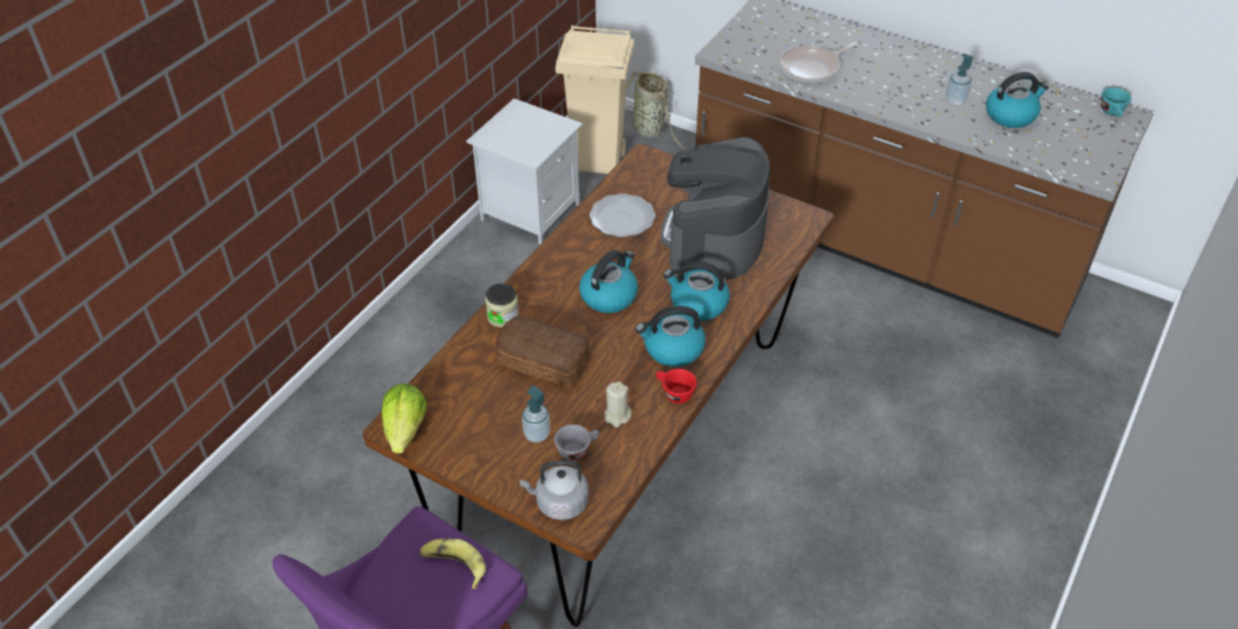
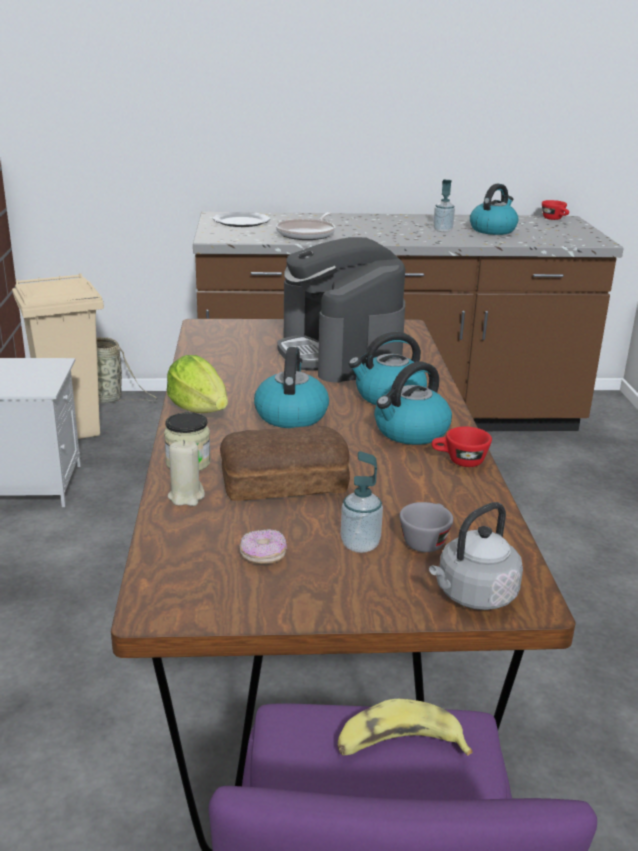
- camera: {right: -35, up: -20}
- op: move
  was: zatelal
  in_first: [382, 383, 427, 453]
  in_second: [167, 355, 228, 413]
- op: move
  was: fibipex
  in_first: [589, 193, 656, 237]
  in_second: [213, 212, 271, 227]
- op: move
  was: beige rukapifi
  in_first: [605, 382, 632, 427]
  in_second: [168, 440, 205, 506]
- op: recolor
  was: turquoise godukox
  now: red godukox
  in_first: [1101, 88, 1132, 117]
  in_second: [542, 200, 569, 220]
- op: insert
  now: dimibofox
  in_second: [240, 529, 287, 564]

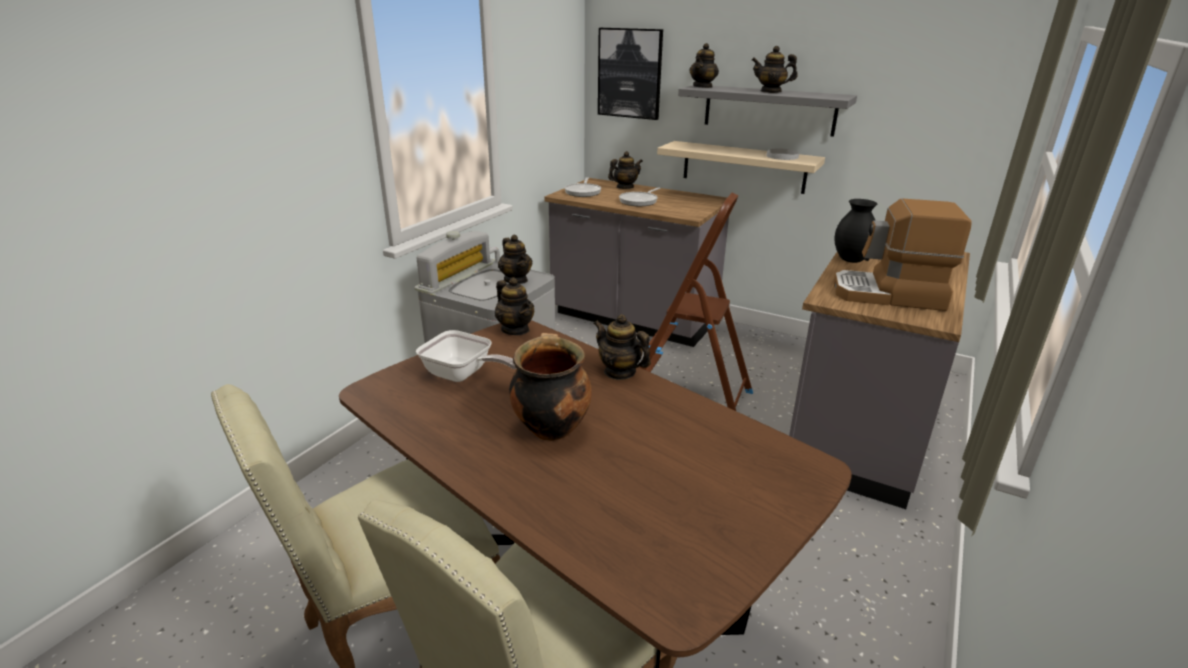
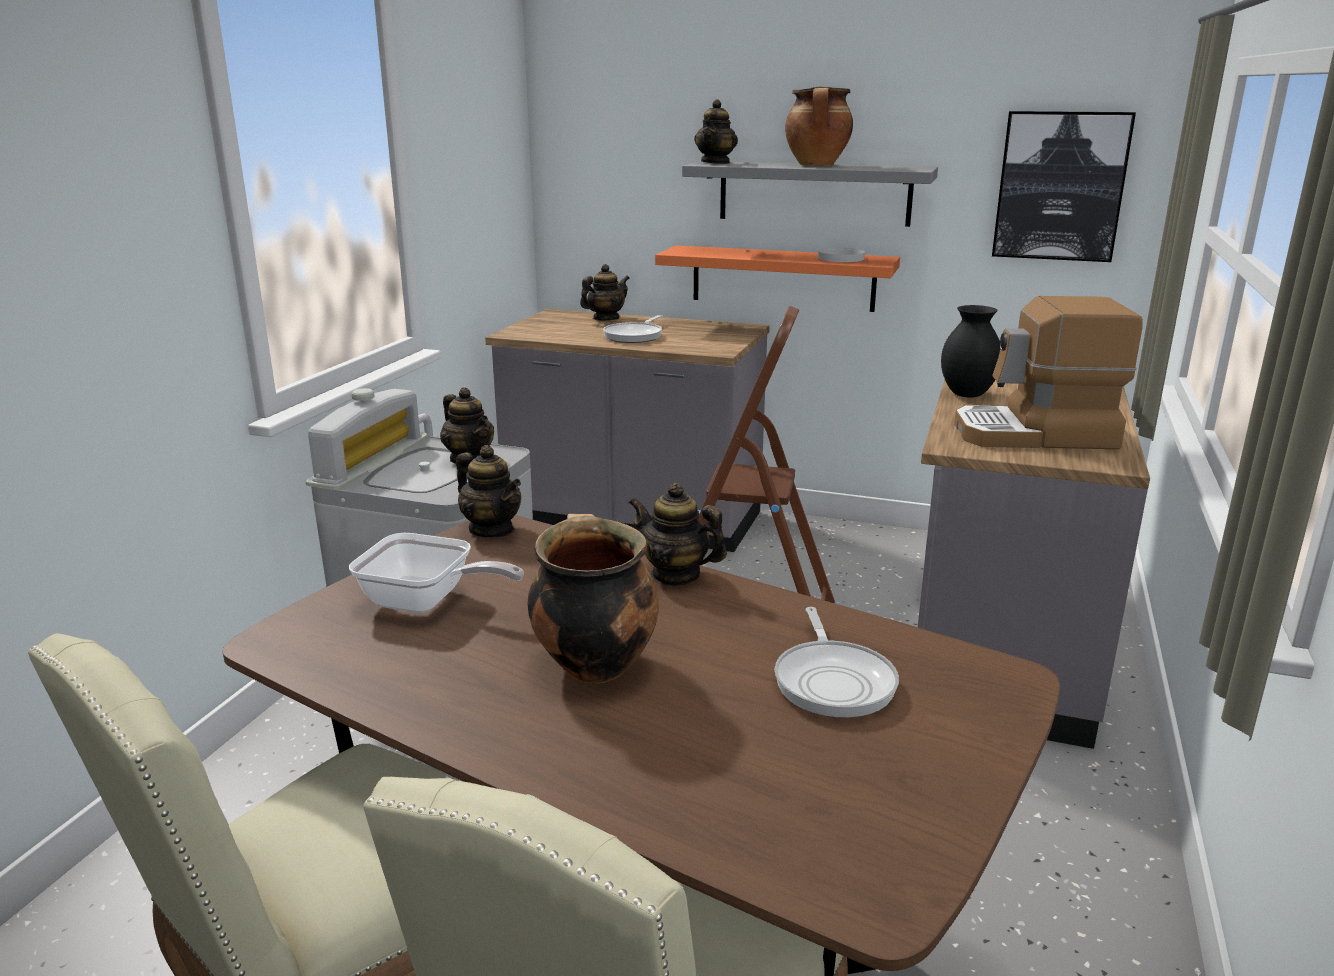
- camera: {right: -10, up: -5}
- op: move
  was: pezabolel
  in_first: [565, 178, 601, 197]
  in_second: [775, 607, 899, 718]
- op: move
  was: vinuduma
  in_first: [598, 28, 663, 120]
  in_second: [992, 111, 1136, 262]
- op: recolor
  was: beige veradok
  now: orange veradok
  in_first: [657, 141, 825, 194]
  in_second: [655, 245, 900, 312]
- op: replace
  was: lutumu
  now: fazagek
  in_first: [752, 46, 798, 93]
  in_second: [785, 86, 853, 166]

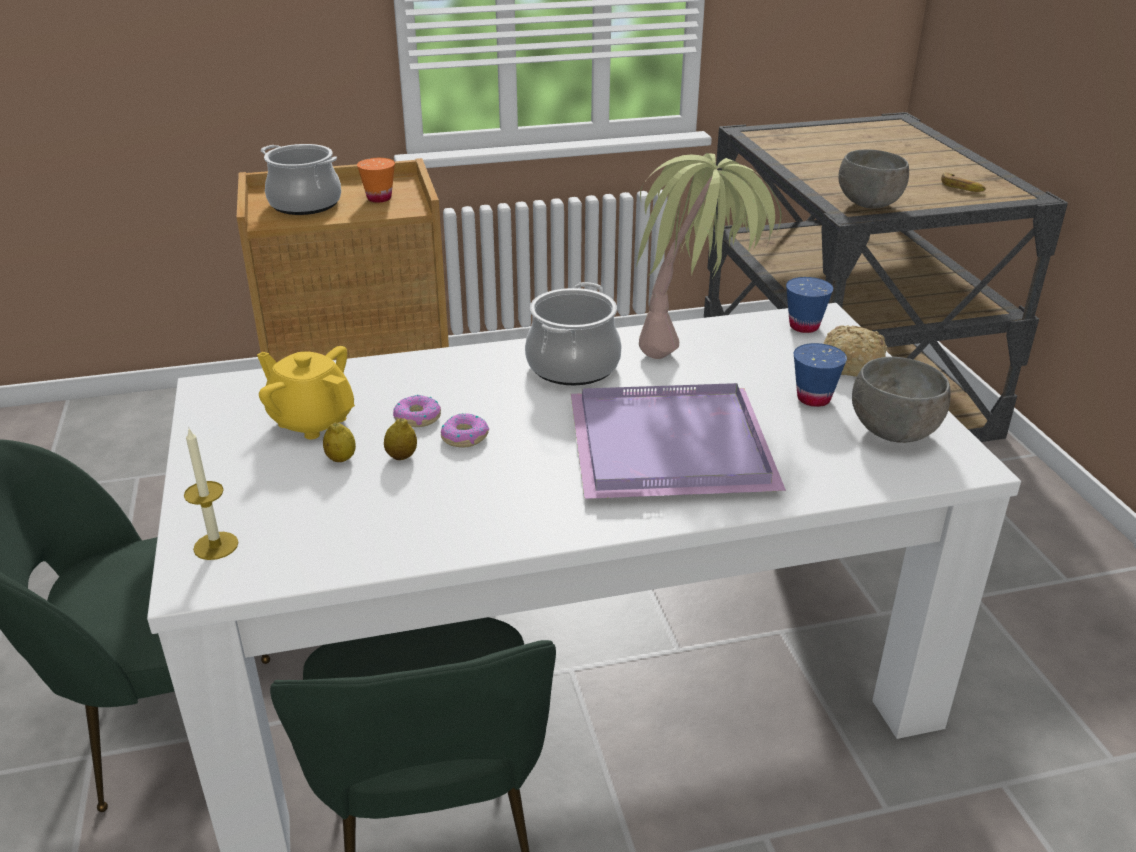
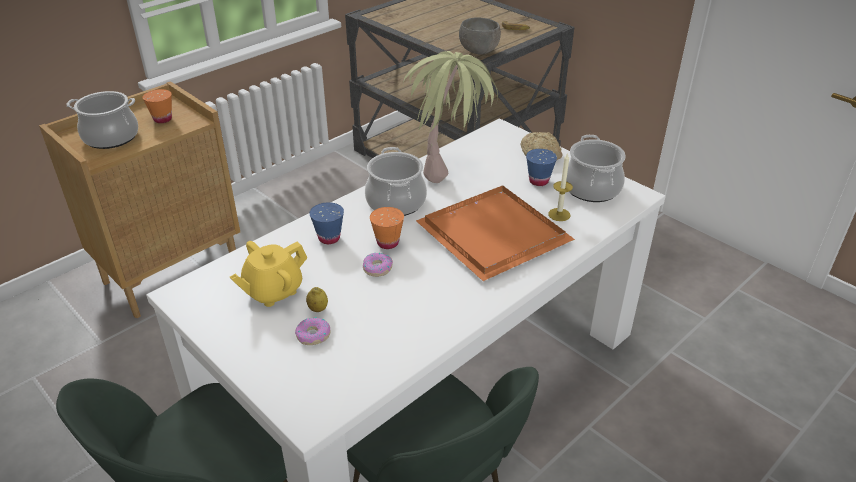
- camera: {right: -30, up: 5}
- op: move
  was: rukapifi
  in_first: [184, 427, 238, 560]
  in_second: [548, 153, 573, 221]
- op: rotate
  was: yellow lutumu
  in_first: [257, 346, 355, 439]
  in_second: [230, 241, 307, 307]
  clockwise: -45
- op: delete
  was: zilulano
  in_first: [384, 418, 417, 460]
- op: move
  was: dimibofox
  in_first: [393, 395, 441, 427]
  in_second: [295, 317, 331, 345]
- op: recolor
  was: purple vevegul
  now: orange vevegul
  in_first: [571, 383, 786, 499]
  in_second: [416, 185, 575, 281]
- op: move
  was: blue godukox
  in_first: [786, 277, 833, 333]
  in_second: [310, 202, 344, 244]
- op: replace
  was: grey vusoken
  now: fazagek
  in_first: [852, 357, 951, 443]
  in_second: [566, 135, 625, 202]
- op: insert
  now: orange godukox
  in_second: [370, 207, 404, 249]

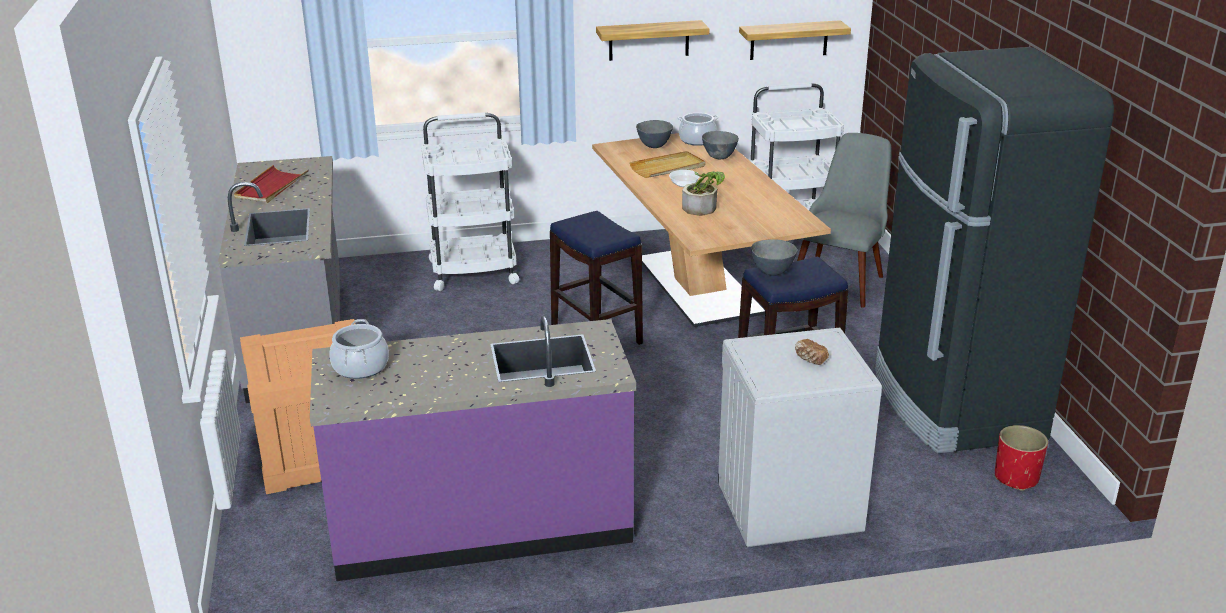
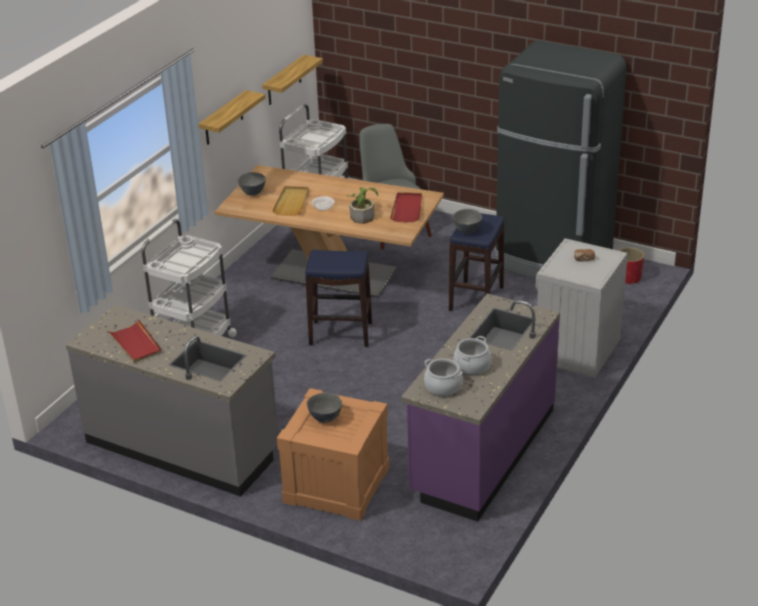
- camera: {right: -50, up: 5}
- op: move
  was: fazagek
  in_first: [677, 113, 719, 146]
  in_second: [453, 336, 491, 375]
- op: move
  was: grey vusoken
  in_first: [702, 131, 739, 159]
  in_second: [307, 393, 342, 423]
- op: insert
  now: red vevegul
  in_second: [390, 192, 422, 222]

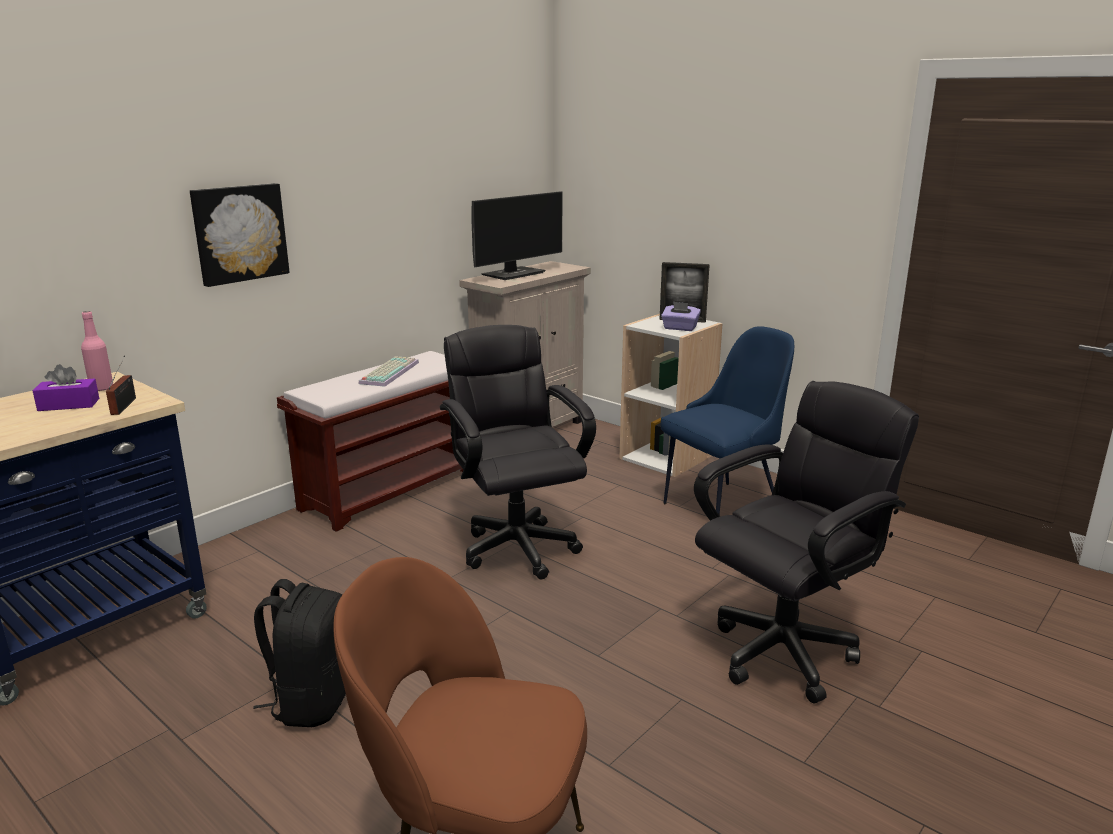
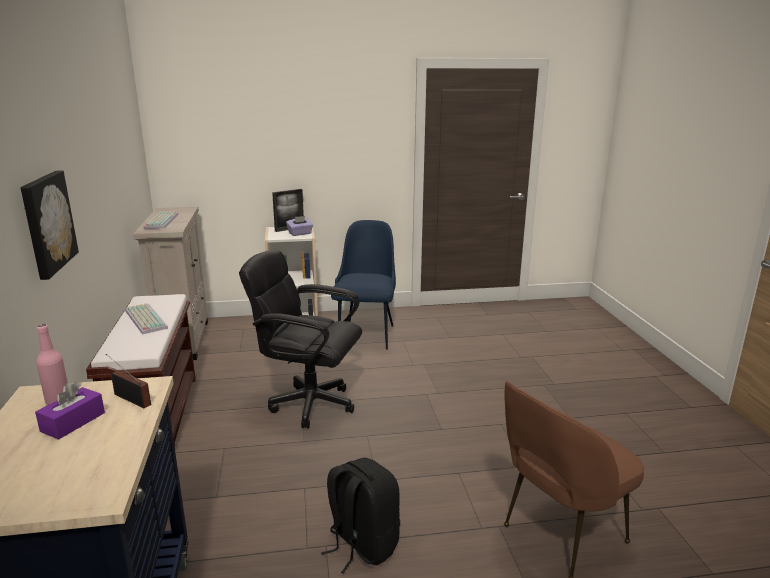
- camera: {right: -50, up: 0}
- op: replace
  was: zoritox
  now: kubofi
  in_first: [471, 191, 562, 280]
  in_second: [144, 211, 179, 229]
- op: delete
  was: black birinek
  in_first: [694, 381, 919, 704]

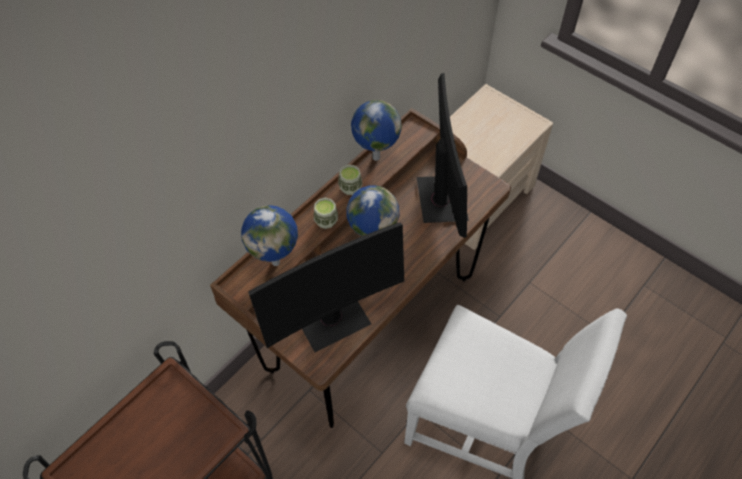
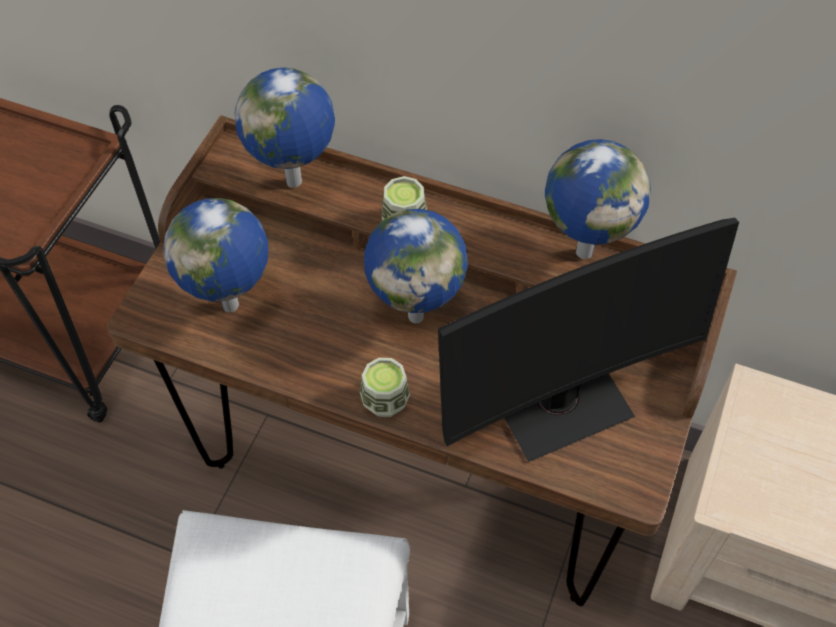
- camera: {right: 70, up: 0}
- op: replace
  was: zoritox
  now: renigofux
  in_first: [249, 223, 404, 352]
  in_second: [163, 198, 268, 312]
- op: move
  was: godukox
  in_first: [338, 165, 363, 195]
  in_second: [360, 358, 410, 417]

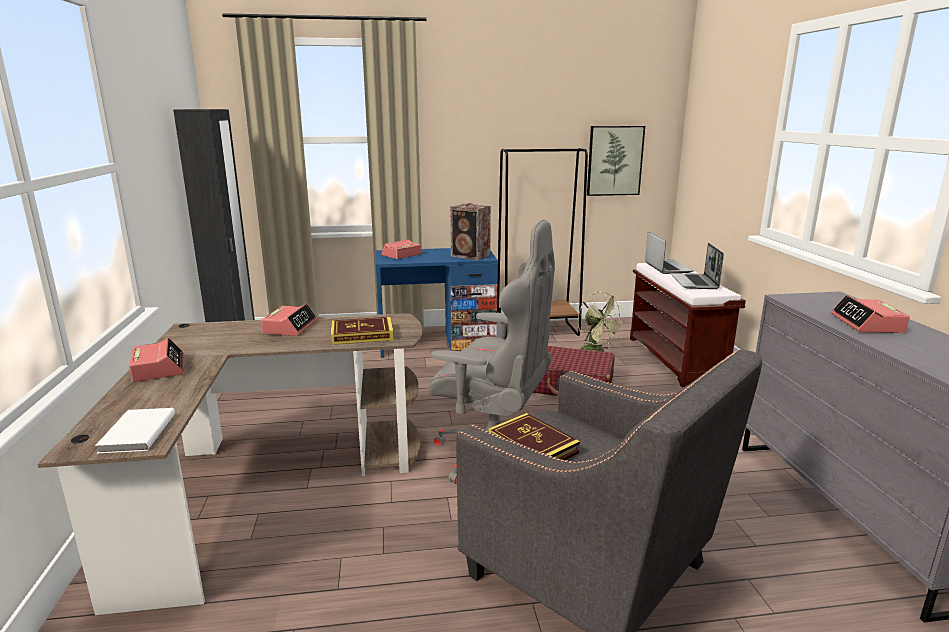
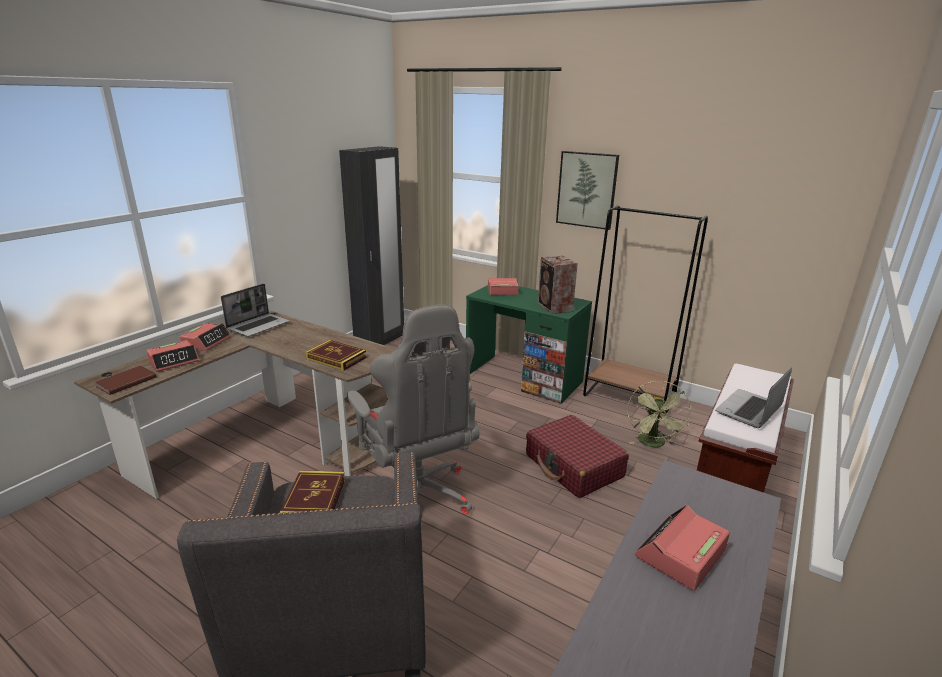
- camera: {right: 40, up: 5}
- op: recolor
  was: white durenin
  now: brown durenin
  in_first: [95, 408, 175, 453]
  in_second: [95, 366, 157, 395]
- op: move
  was: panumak
  in_first: [261, 304, 317, 336]
  in_second: [146, 340, 199, 372]
- op: recolor
  was: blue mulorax
  now: green mulorax
  in_first: [376, 248, 498, 358]
  in_second: [466, 285, 592, 404]
- op: move
  was: vinuduma
  in_first: [587, 126, 645, 196]
  in_second: [556, 151, 619, 230]
- op: move
  was: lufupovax
  in_first: [645, 232, 694, 274]
  in_second: [221, 284, 290, 337]

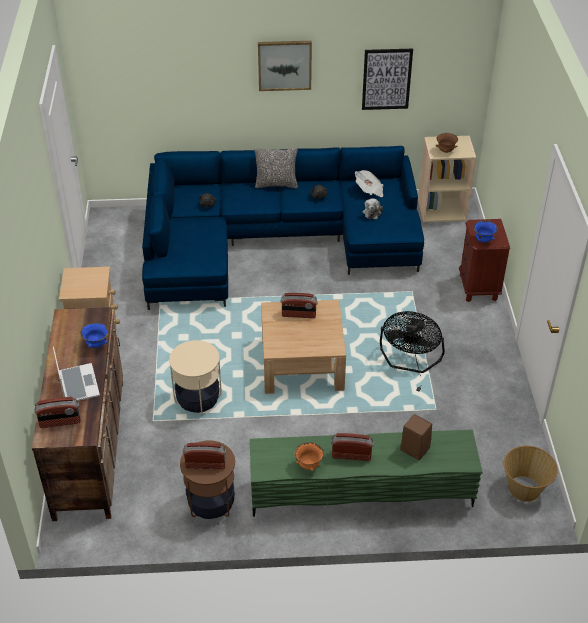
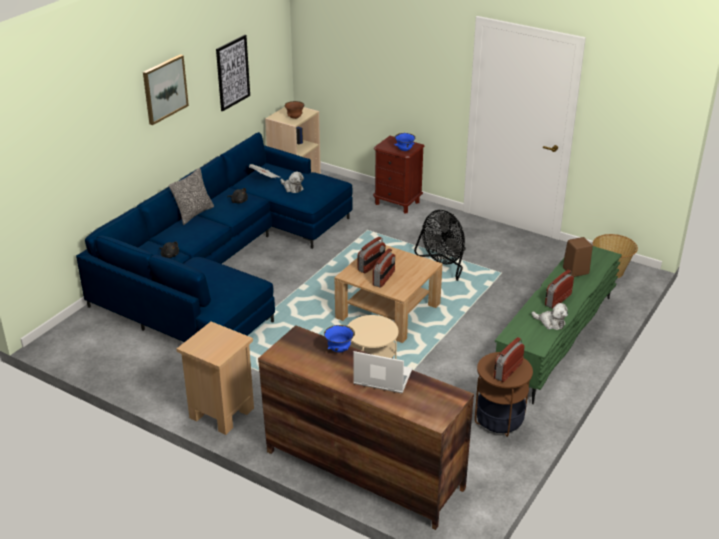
- camera: {right: -55, up: -10}
- op: move
  was: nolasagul
  in_first: [34, 397, 80, 428]
  in_second: [373, 248, 395, 287]
- op: replace
  was: orange vusoken
  now: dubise
  in_first: [294, 442, 324, 471]
  in_second: [532, 303, 568, 330]
- op: rotate
  was: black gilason
  in_first: [380, 311, 445, 391]
  in_second: [414, 210, 466, 281]
  clockwise: -90

